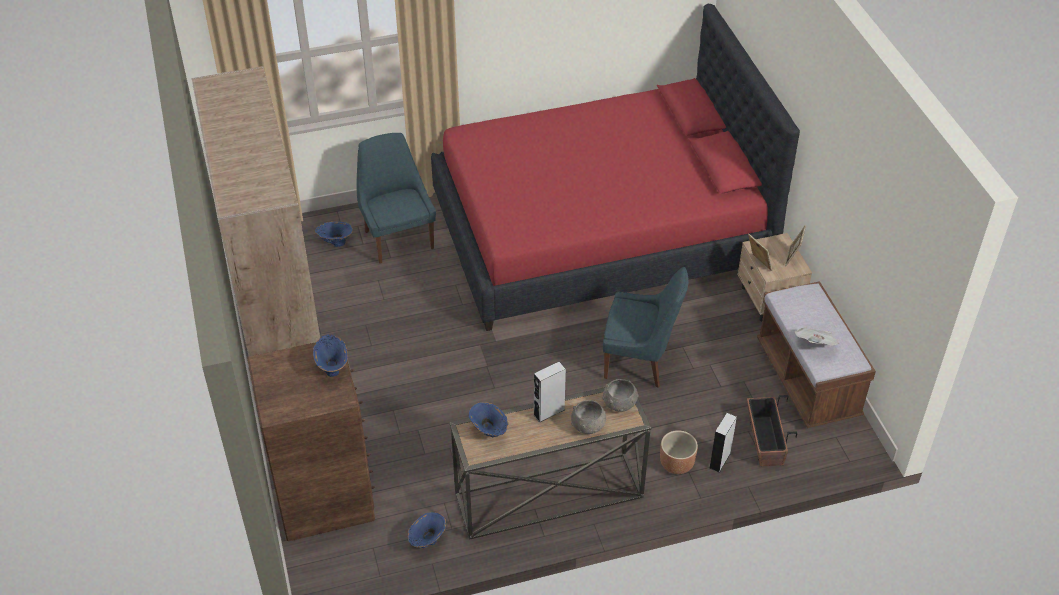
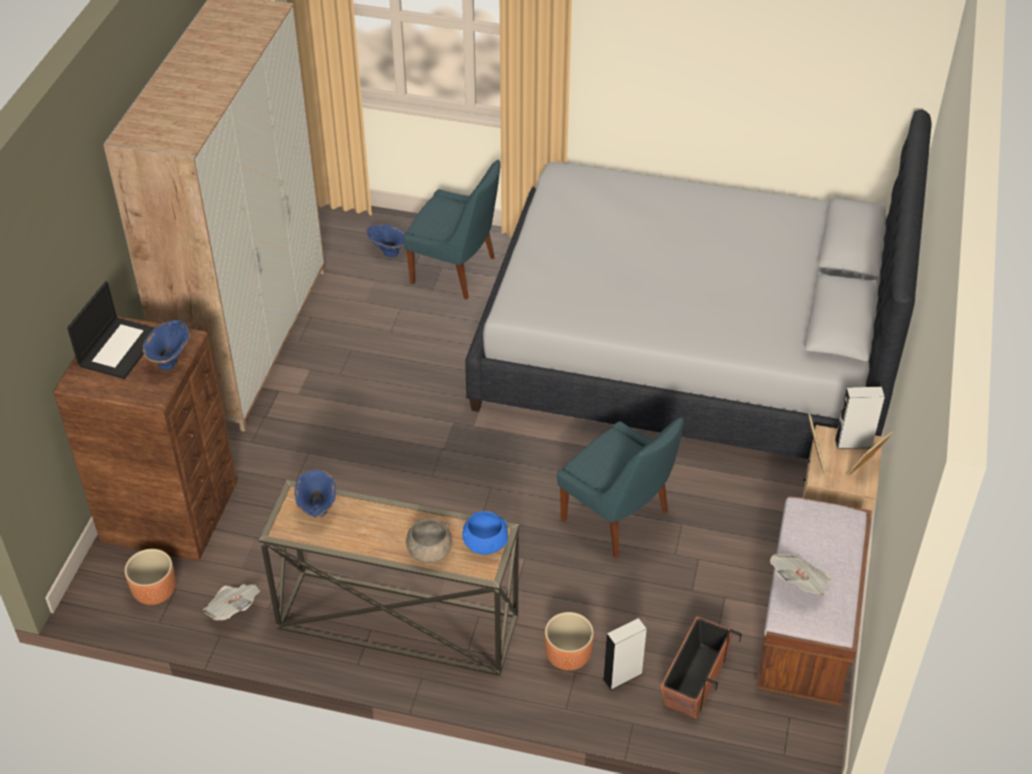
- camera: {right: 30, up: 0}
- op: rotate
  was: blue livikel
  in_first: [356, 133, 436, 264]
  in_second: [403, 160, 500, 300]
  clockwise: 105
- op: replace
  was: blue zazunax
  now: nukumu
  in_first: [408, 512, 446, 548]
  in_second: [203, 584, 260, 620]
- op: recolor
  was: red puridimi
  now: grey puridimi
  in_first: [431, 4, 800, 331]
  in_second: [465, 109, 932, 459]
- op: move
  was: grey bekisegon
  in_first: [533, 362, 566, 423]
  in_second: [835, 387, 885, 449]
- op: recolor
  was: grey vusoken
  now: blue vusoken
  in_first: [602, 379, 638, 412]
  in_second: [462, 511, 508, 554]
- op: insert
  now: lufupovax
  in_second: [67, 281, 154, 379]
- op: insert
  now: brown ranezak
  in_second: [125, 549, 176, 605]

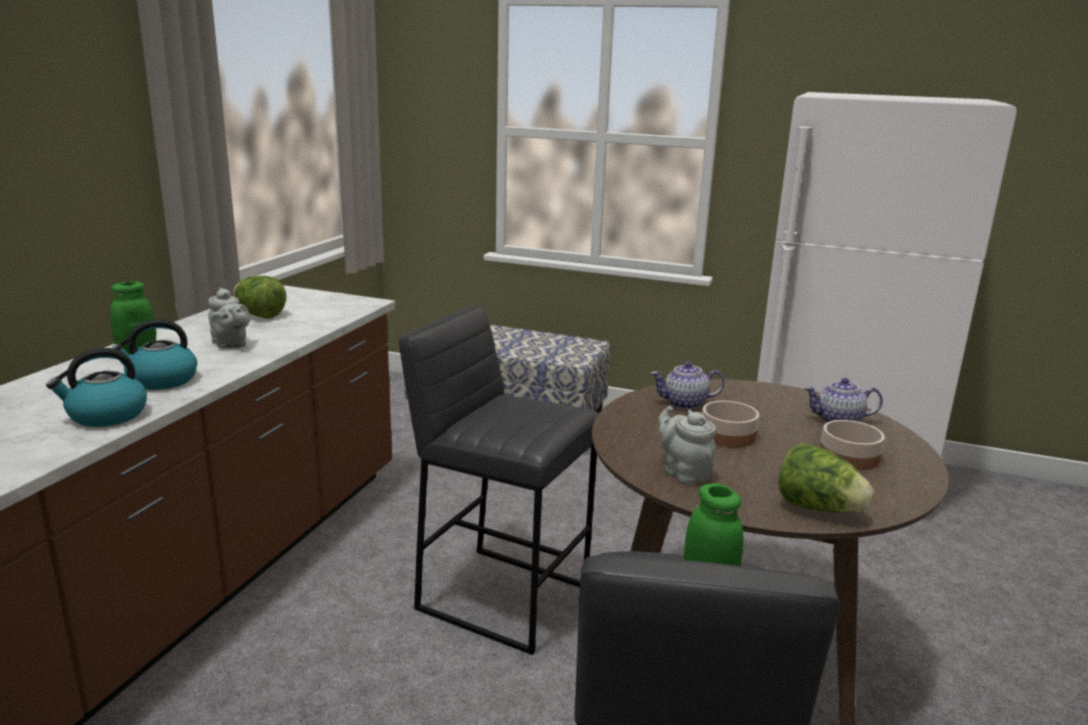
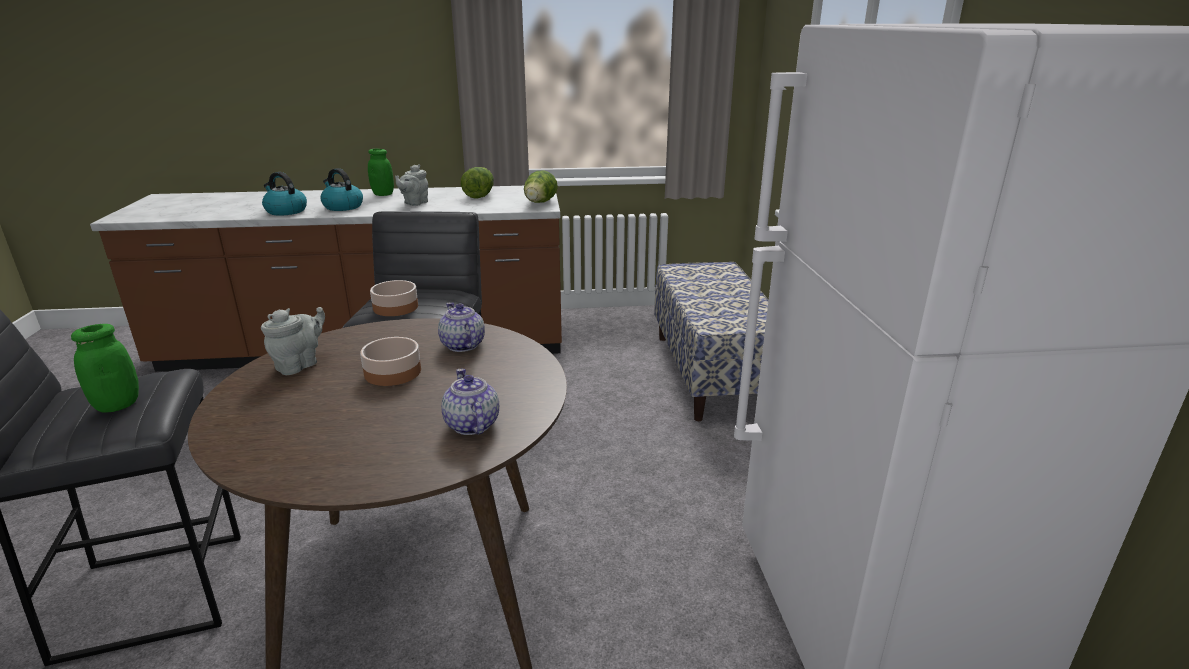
- camera: {right: 65, up: 5}
- op: move
  was: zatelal
  in_first: [778, 443, 874, 512]
  in_second: [524, 170, 558, 203]
- op: move
  was: vusoken
  in_first: [820, 420, 885, 470]
  in_second: [370, 280, 418, 316]

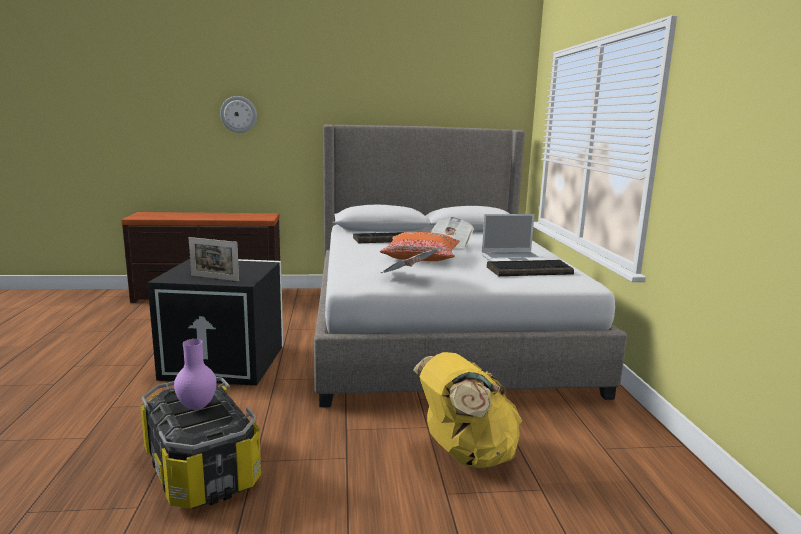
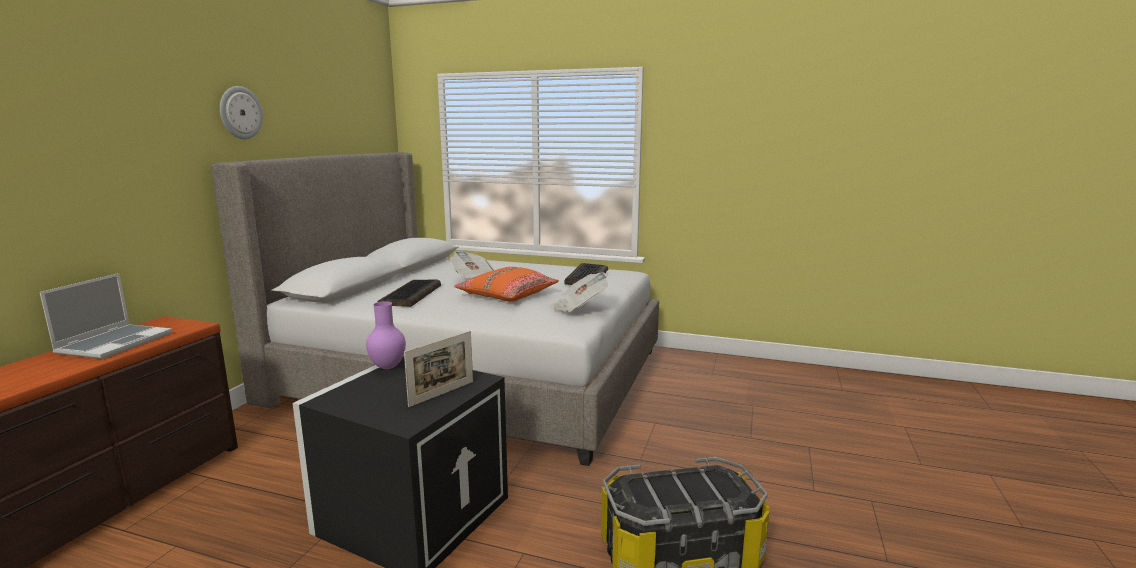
- camera: {right: -65, up: 0}
- op: move
  was: purple zazunax
  in_first: [174, 339, 217, 410]
  in_second: [366, 301, 406, 369]
- op: move
  was: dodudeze
  in_first: [220, 96, 257, 133]
  in_second: [220, 86, 263, 139]
- op: delete
  was: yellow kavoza
  in_first: [413, 352, 522, 468]
- op: move
  was: lufupovax
  in_first: [481, 214, 545, 261]
  in_second: [40, 273, 172, 359]

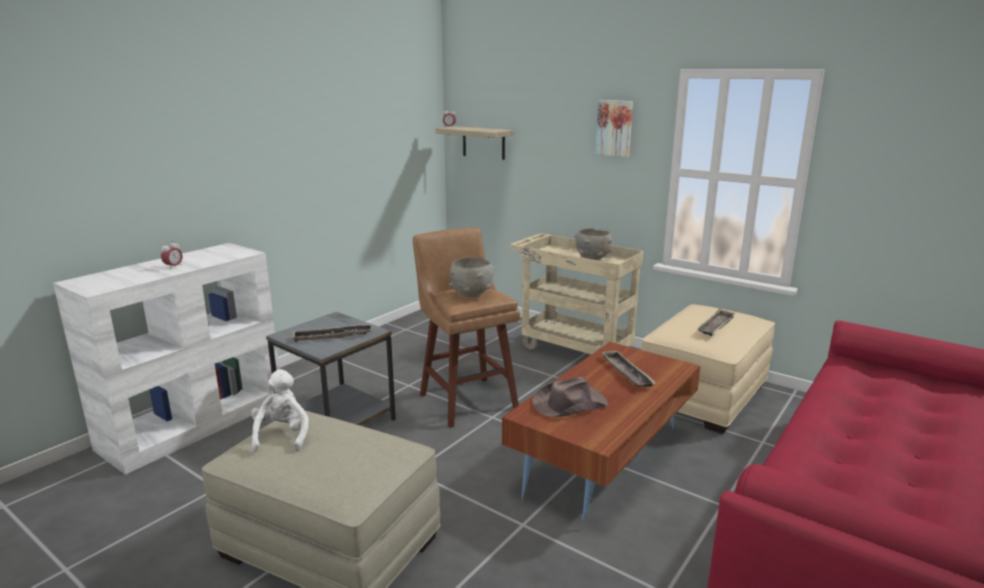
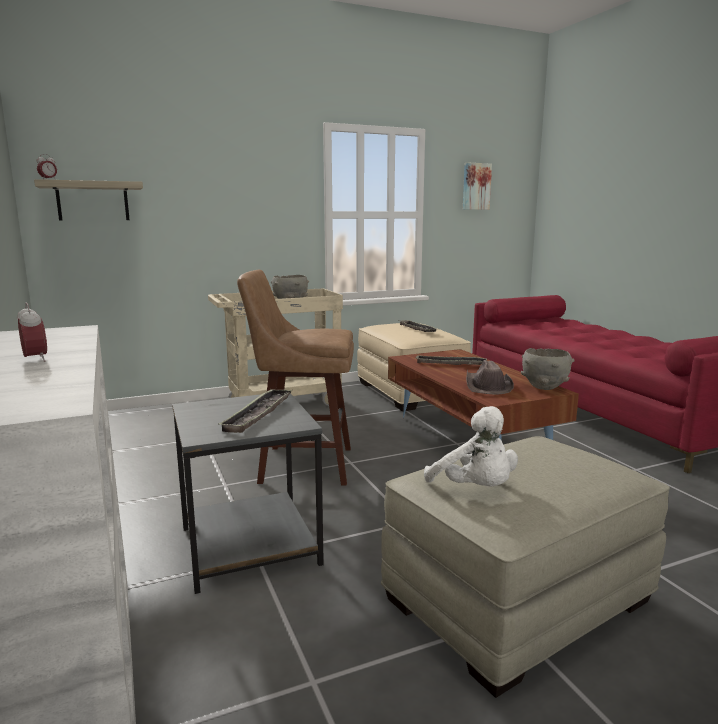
- camera: {right: -60, up: -5}
- op: rotate
  was: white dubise
  in_first: [251, 369, 309, 452]
  in_second: [424, 406, 518, 486]
  clockwise: -150
- op: move
  was: grey vusoken
  in_first: [449, 258, 495, 297]
  in_second: [521, 348, 575, 390]
- op: move
  was: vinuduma
  in_first: [596, 100, 633, 157]
  in_second: [463, 163, 492, 210]

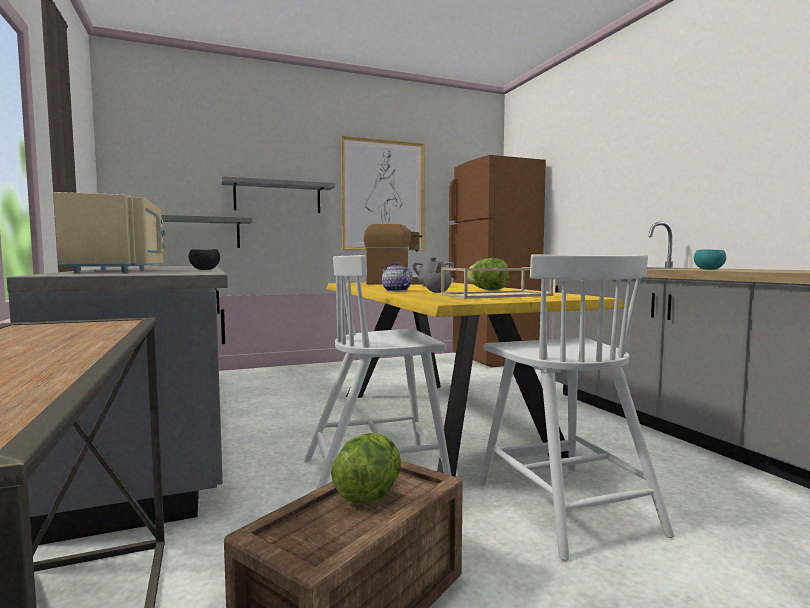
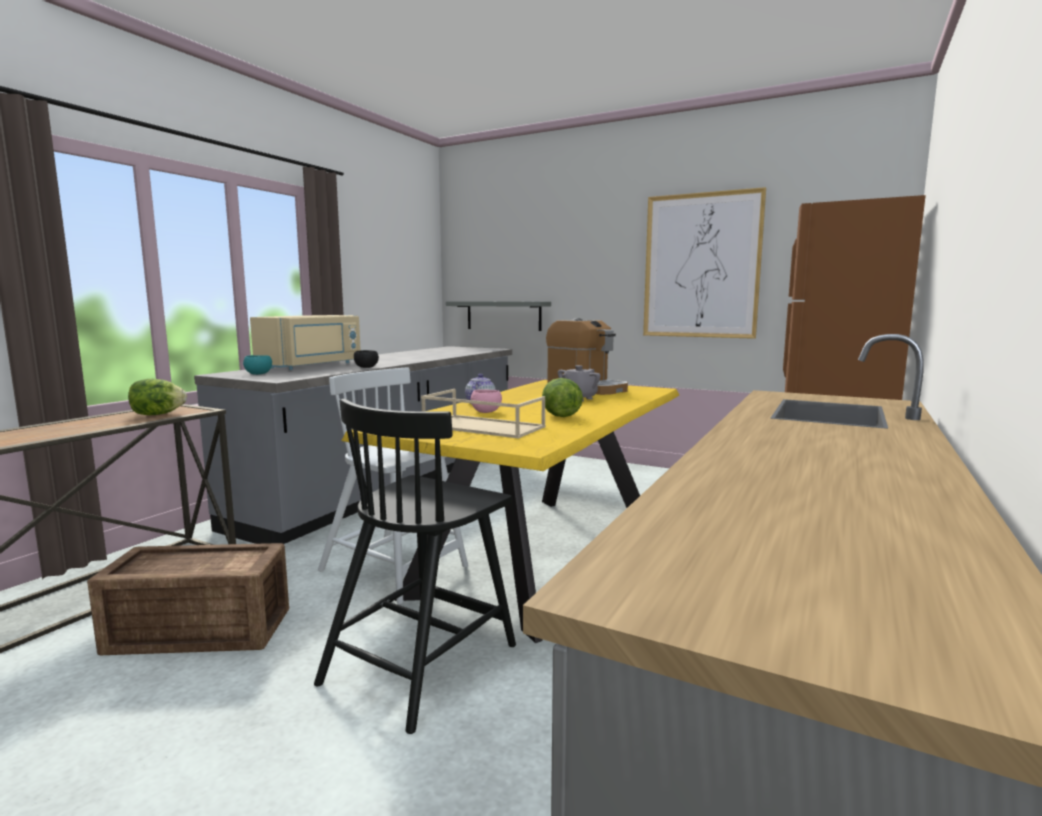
- camera: {right: 50, up: 5}
- op: delete
  was: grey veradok
  in_first: [221, 176, 335, 213]
- op: move
  was: zatelal
  in_first: [331, 433, 401, 504]
  in_second: [128, 379, 187, 415]
- op: recolor
  was: grey vusoken
  now: pink vusoken
  in_first: [424, 272, 452, 293]
  in_second: [471, 389, 502, 413]
- op: recolor
  was: white livikel
  now: black livikel
  in_first: [480, 254, 674, 561]
  in_second: [314, 398, 516, 734]
- op: move
  was: turquoise vusoken
  in_first: [694, 249, 726, 270]
  in_second: [243, 355, 272, 375]

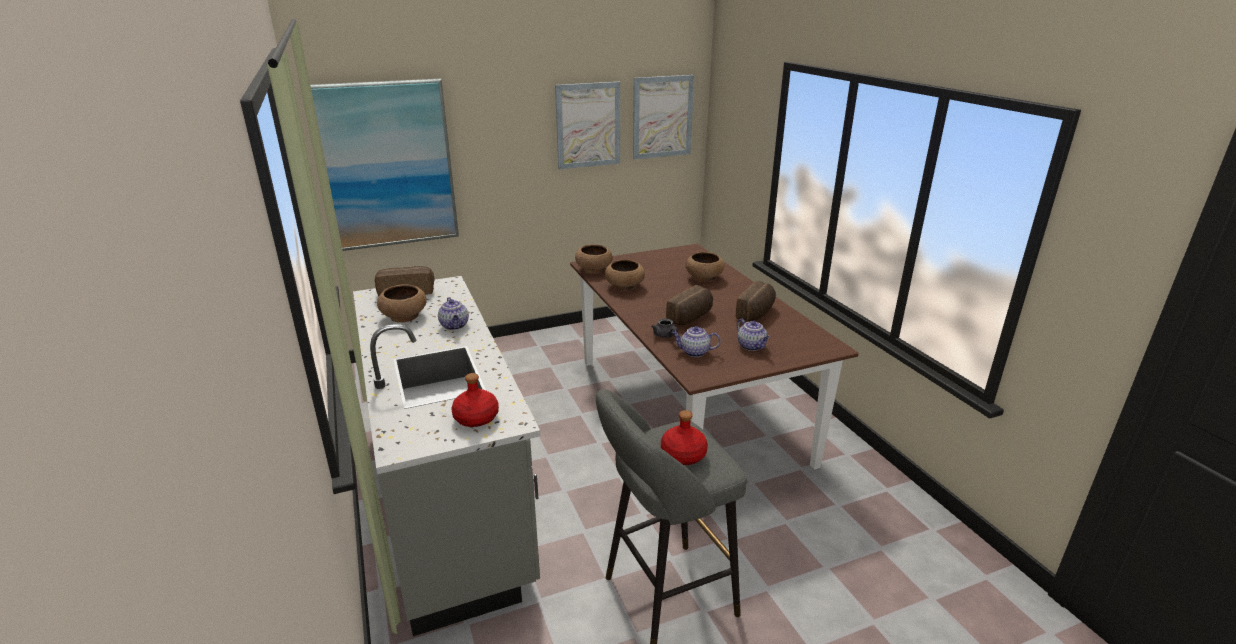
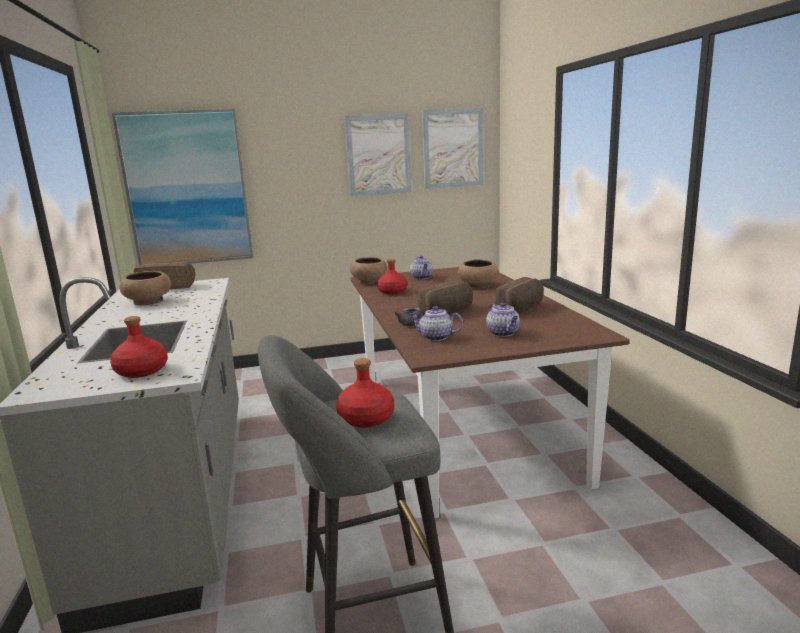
- camera: {right: 10, up: -10}
- op: move
  was: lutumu
  in_first: [438, 297, 469, 330]
  in_second: [410, 256, 433, 279]
- op: replace
  was: brown vusoken
  now: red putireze
  in_first: [605, 259, 645, 291]
  in_second: [377, 259, 407, 294]

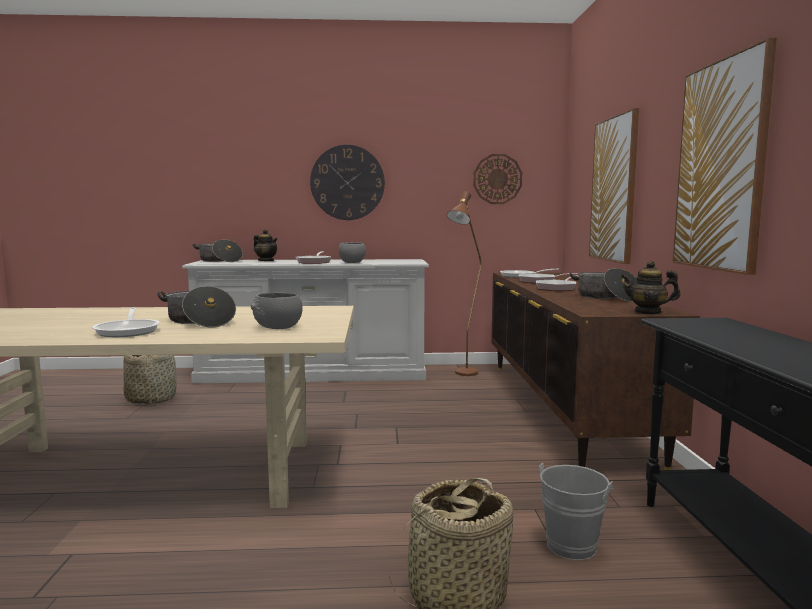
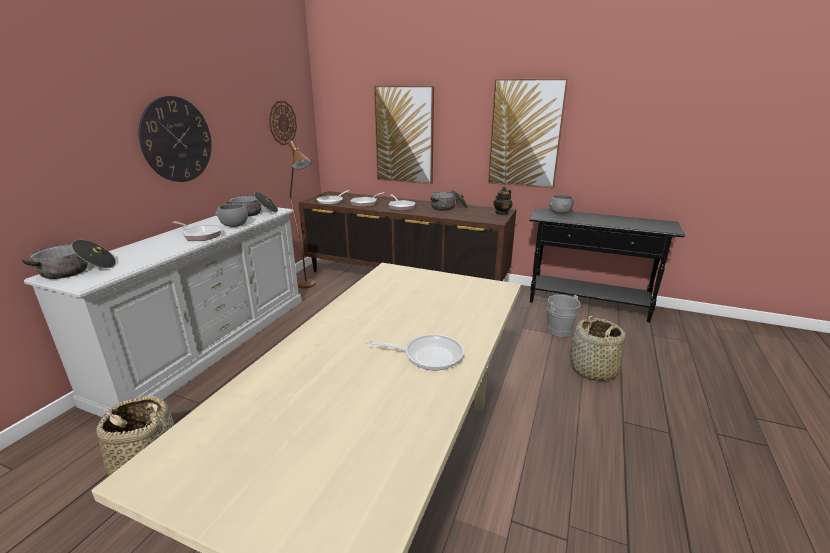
- camera: {right: -65, up: 15}
- op: move
  was: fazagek
  in_first: [158, 286, 236, 327]
  in_second: [227, 192, 278, 217]
- op: move
  was: grey vusoken
  in_first: [251, 292, 303, 329]
  in_second: [549, 195, 574, 214]
- op: delete
  was: lutumu
  in_first: [254, 229, 278, 261]

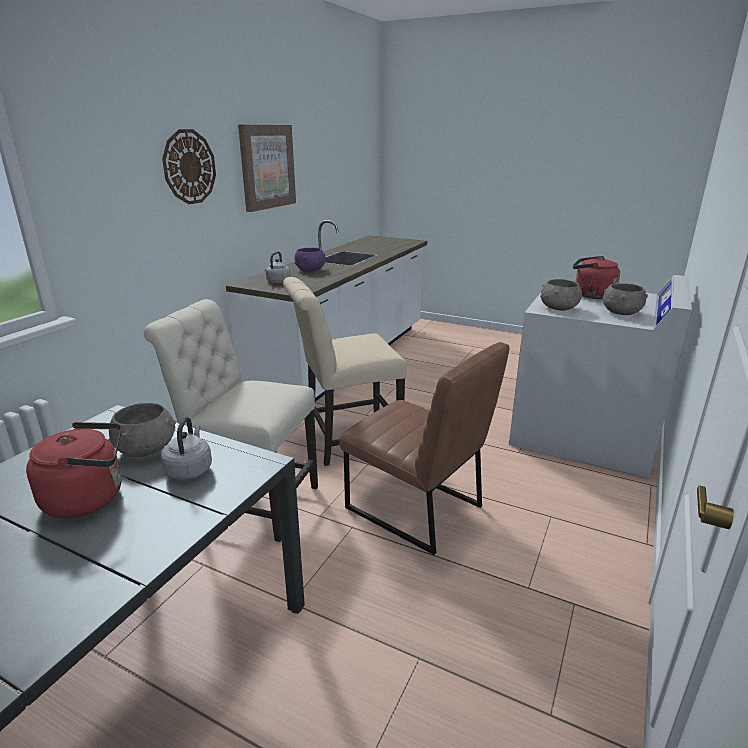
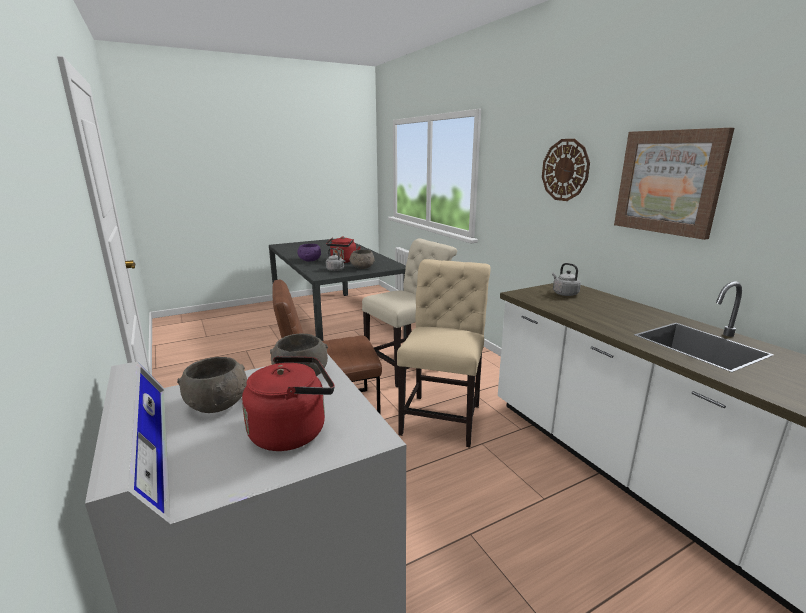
- camera: {right: 125, up: -5}
- op: move
  was: purple vusoken
  in_first: [294, 248, 325, 272]
  in_second: [297, 244, 321, 262]

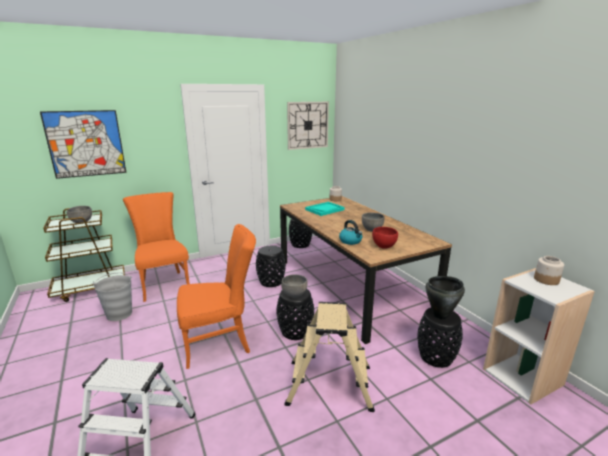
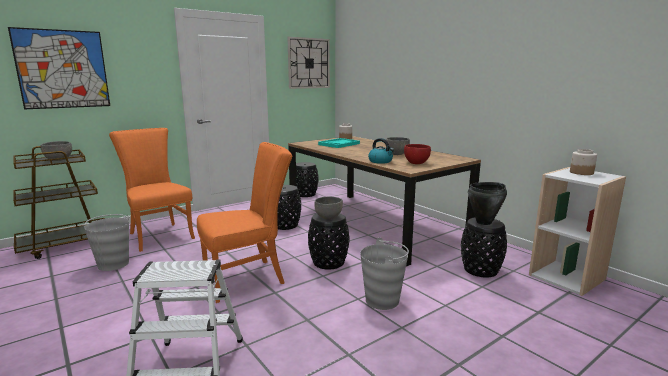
- camera: {right: -10, up: -5}
- op: replace
  was: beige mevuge
  now: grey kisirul
  in_first: [284, 302, 375, 412]
  in_second: [360, 238, 409, 310]

